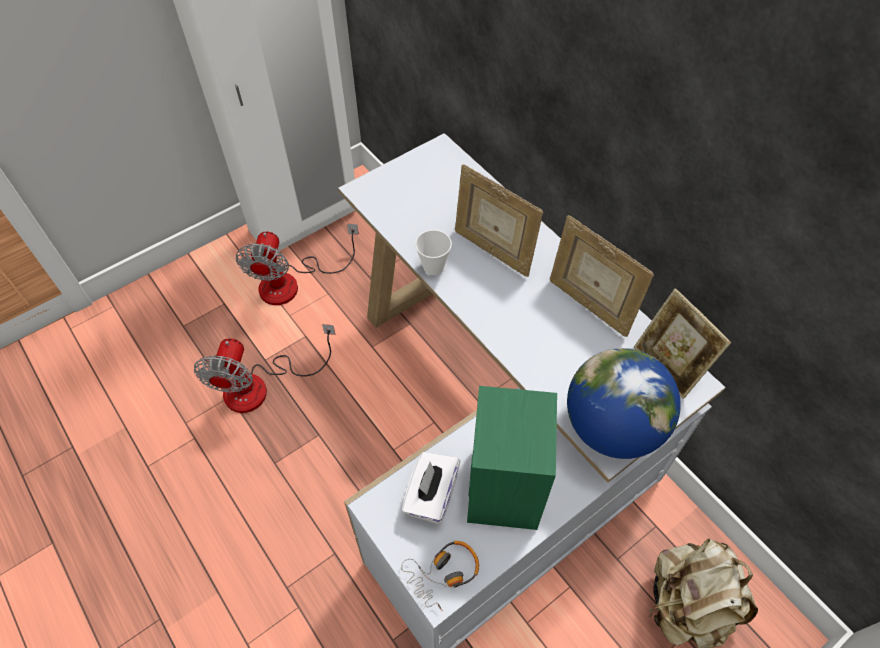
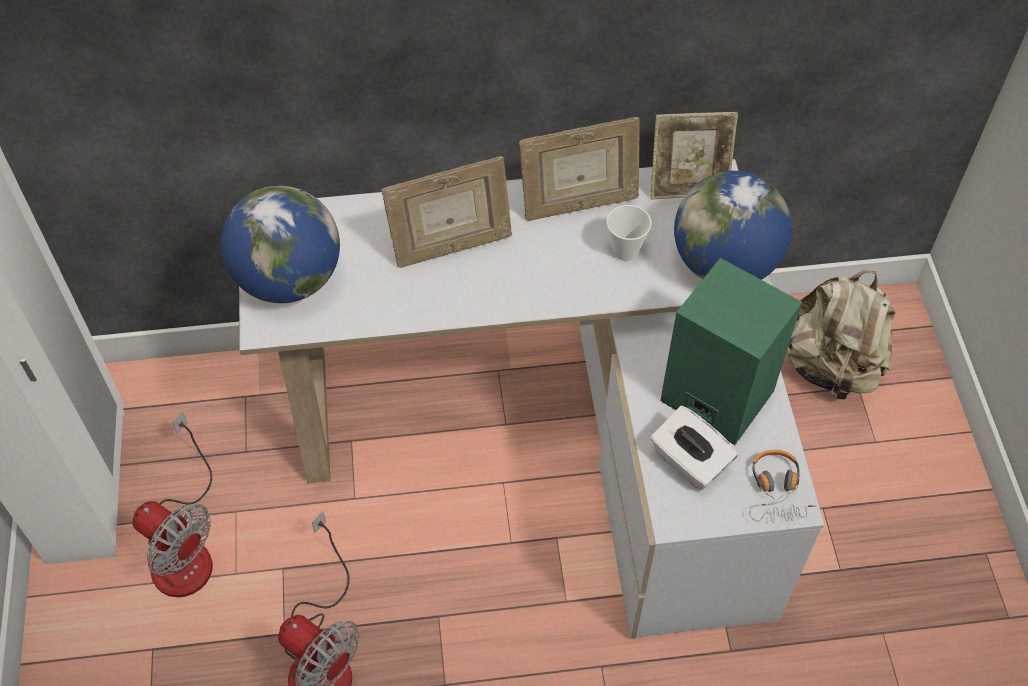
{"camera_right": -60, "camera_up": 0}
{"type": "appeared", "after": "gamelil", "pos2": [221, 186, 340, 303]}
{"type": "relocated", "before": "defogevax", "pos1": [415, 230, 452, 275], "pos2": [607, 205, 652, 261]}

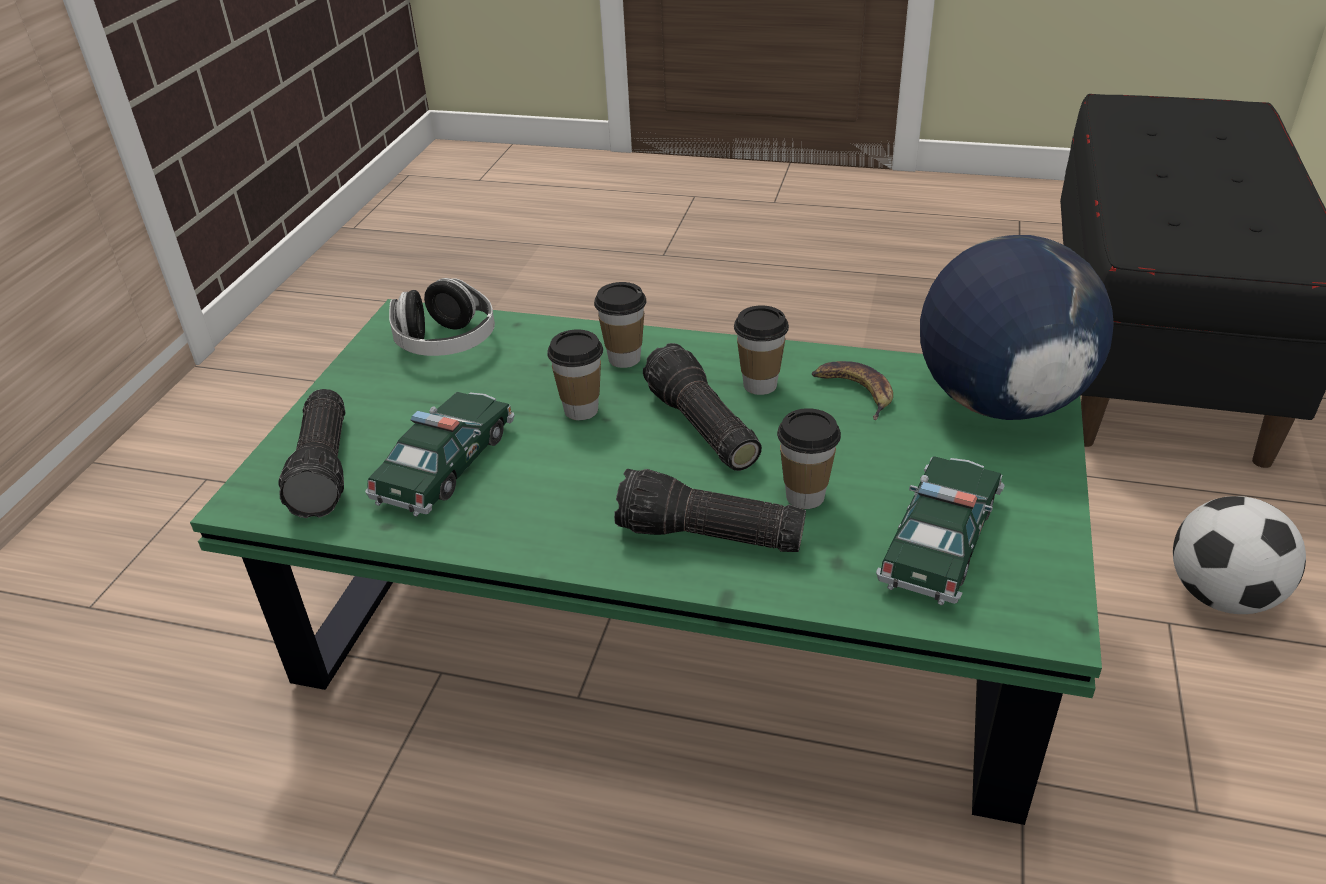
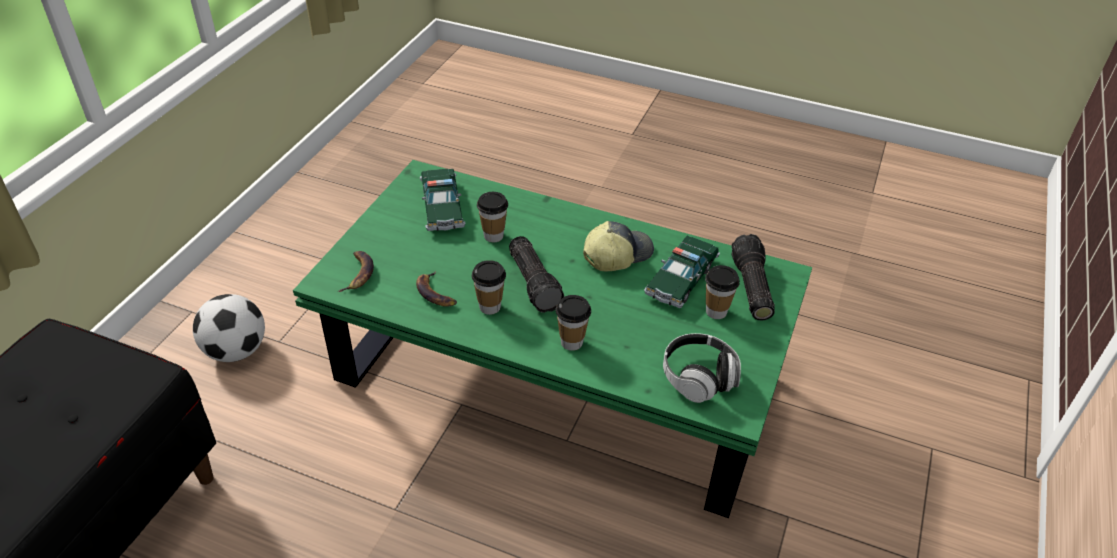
{"camera_right": -175, "camera_up": 5}
{"type": "missing", "before": "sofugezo", "pos1": [614, 469, 806, 552]}
{"type": "appeared", "after": "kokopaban", "pos2": [583, 221, 654, 271]}
{"type": "relocated", "before": "defogevax", "pos1": [547, 330, 603, 420], "pos2": [705, 265, 740, 319]}
{"type": "exchanged", "before": "gamelil", "after": "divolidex", "pos1": [920, 235, 1114, 420], "pos2": [338, 251, 374, 292]}
{"type": "spun", "before": "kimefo", "pos1": [876, 456, 1005, 605], "pos2": [420, 169, 465, 231], "turn": -45}

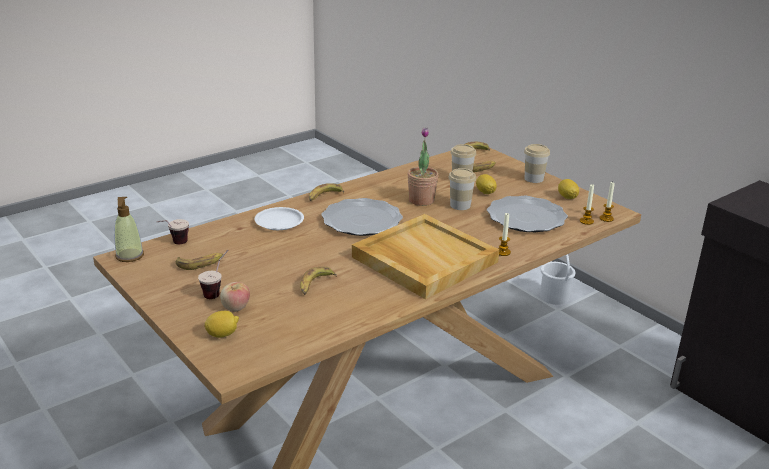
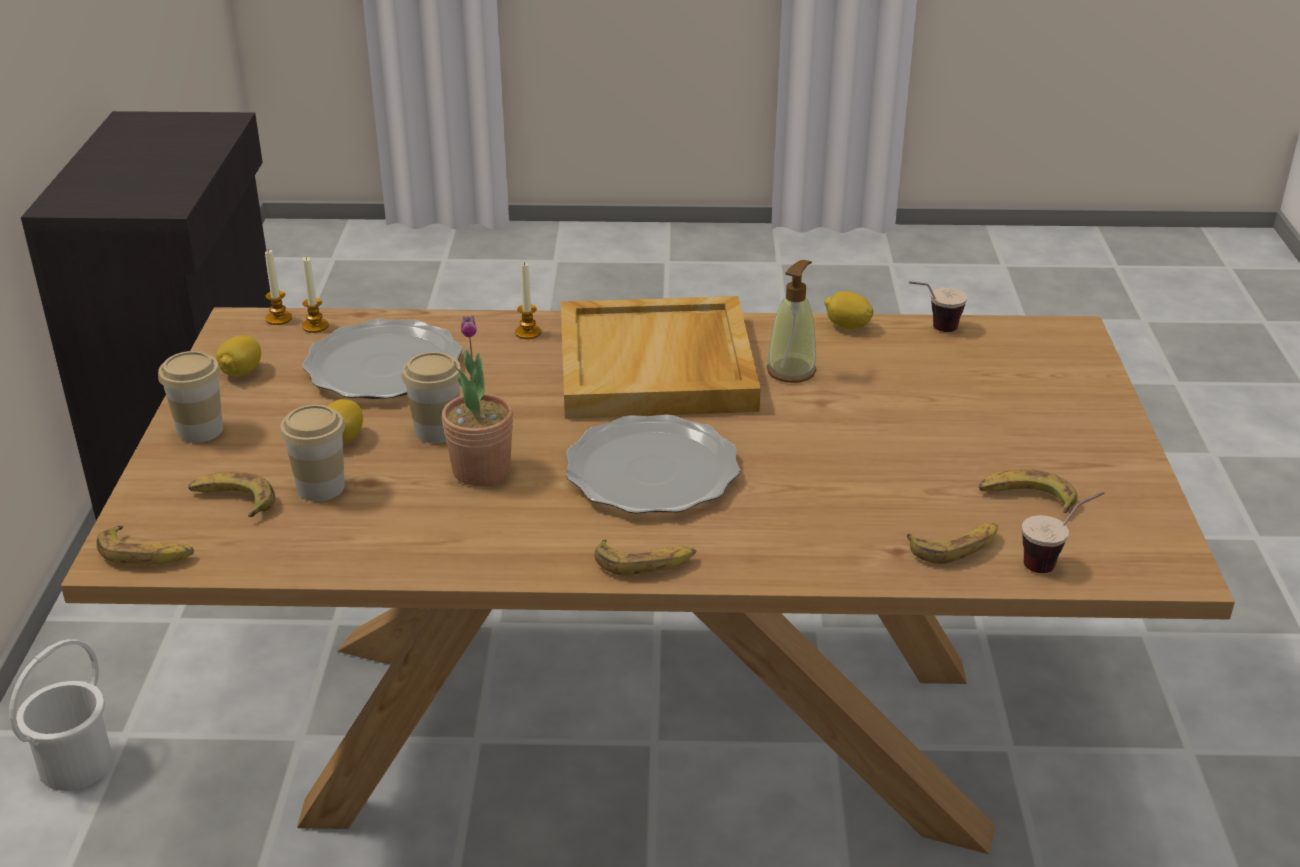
{"camera_right": -140, "camera_up": 5}
{"type": "missing", "before": "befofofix", "pos1": [220, 282, 250, 312]}
{"type": "missing", "before": "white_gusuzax", "pos1": [255, 207, 304, 230]}
{"type": "relocated", "before": "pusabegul", "pos1": [114, 197, 144, 262], "pos2": [767, 260, 817, 383]}
{"type": "relocated", "before": "defogevax", "pos1": [198, 250, 229, 299], "pos2": [909, 281, 967, 332]}
{"type": "relocated", "before": "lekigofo", "pos1": [204, 311, 239, 338], "pos2": [824, 291, 873, 330]}
{"type": "relocated", "before": "divolidex", "pos1": [300, 267, 337, 295], "pos2": [907, 523, 998, 564]}

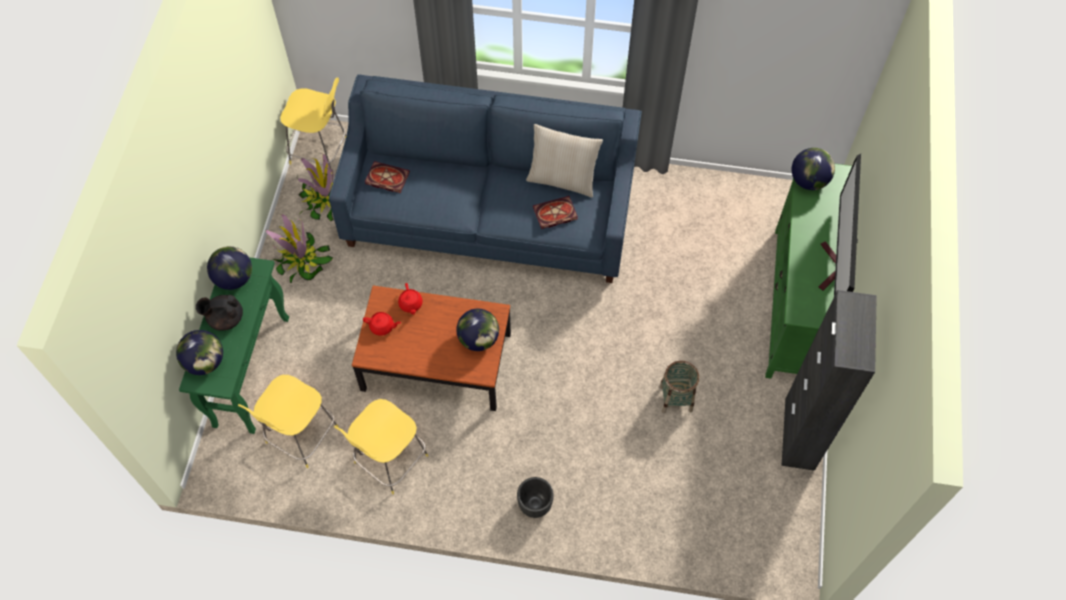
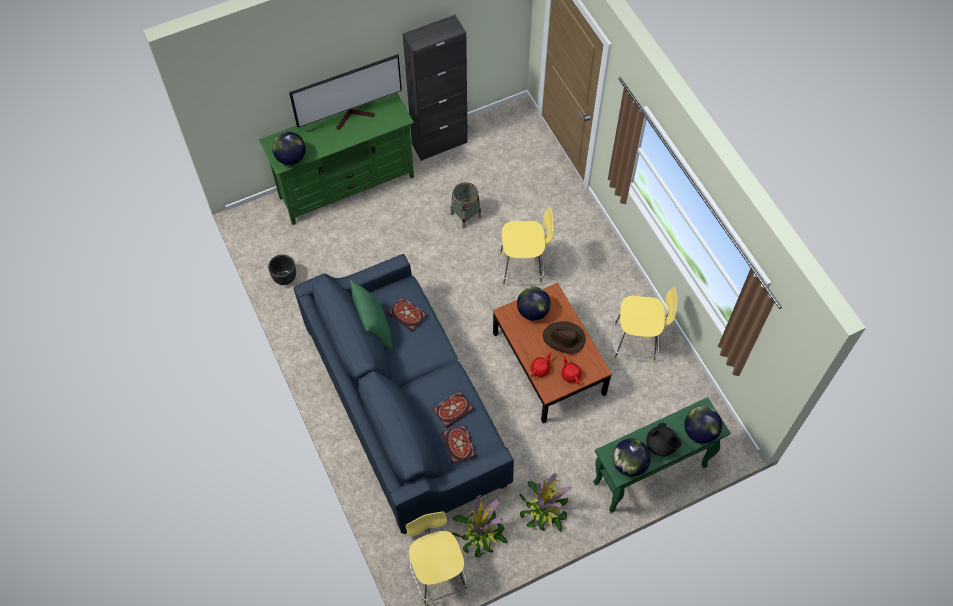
{"camera_right": -125, "camera_up": 0}
{"type": "appeared", "after": "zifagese", "pos2": [433, 391, 474, 428]}
{"type": "appeared", "after": "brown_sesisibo", "pos2": [543, 321, 585, 354]}
{"type": "relocated", "before": "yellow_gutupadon", "pos1": [238, 375, 339, 468], "pos2": [498, 206, 553, 287]}
{"type": "relocated", "before": "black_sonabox", "pos1": [517, 477, 554, 518], "pos2": [268, 254, 296, 285]}
{"type": "colour", "before": "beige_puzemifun", "after": "green_puzemifun", "pos1": [526, 124, 603, 198], "pos2": [350, 280, 393, 350]}

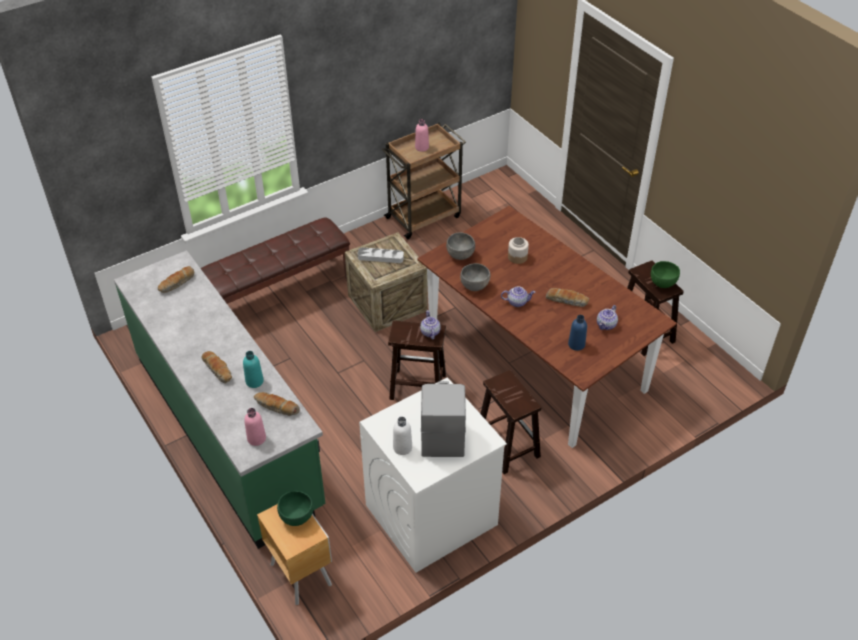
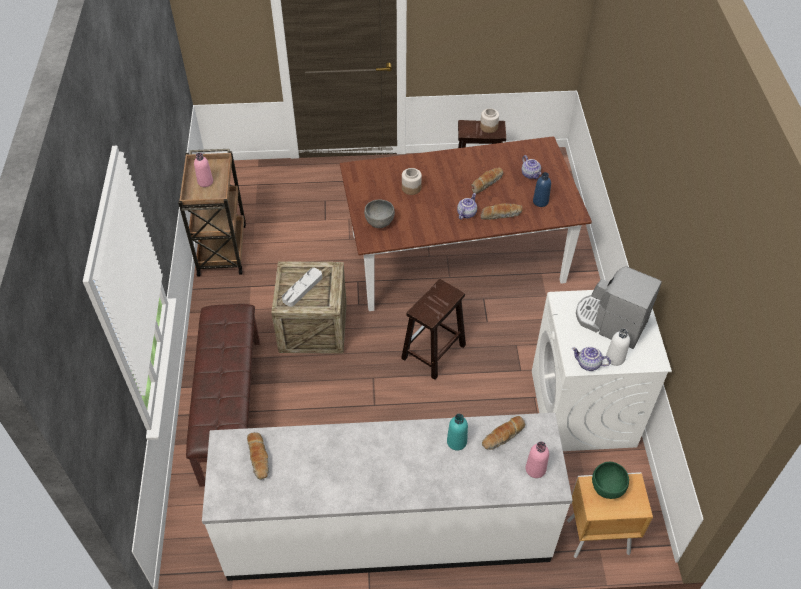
{"camera_right": -60, "camera_up": 5}
{"type": "missing", "before": "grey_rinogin", "pos1": [460, 263, 490, 291]}
{"type": "missing", "before": "brown_gutupadon", "pos1": [480, 370, 541, 474]}
{"type": "relocated", "before": "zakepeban", "pos1": [202, 351, 232, 383], "pos2": [481, 203, 522, 220]}
{"type": "relocated", "before": "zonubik", "pos1": [420, 310, 441, 340], "pos2": [572, 347, 611, 371]}
{"type": "exchanged", "before": "green_rinogin", "after": "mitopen", "pos1": [651, 261, 680, 288], "pos2": [480, 108, 499, 133]}
{"type": "colour", "before": "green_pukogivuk", "after": "white_pukogivuk", "pos1": [114, 250, 325, 549], "pos2": [202, 413, 573, 581]}

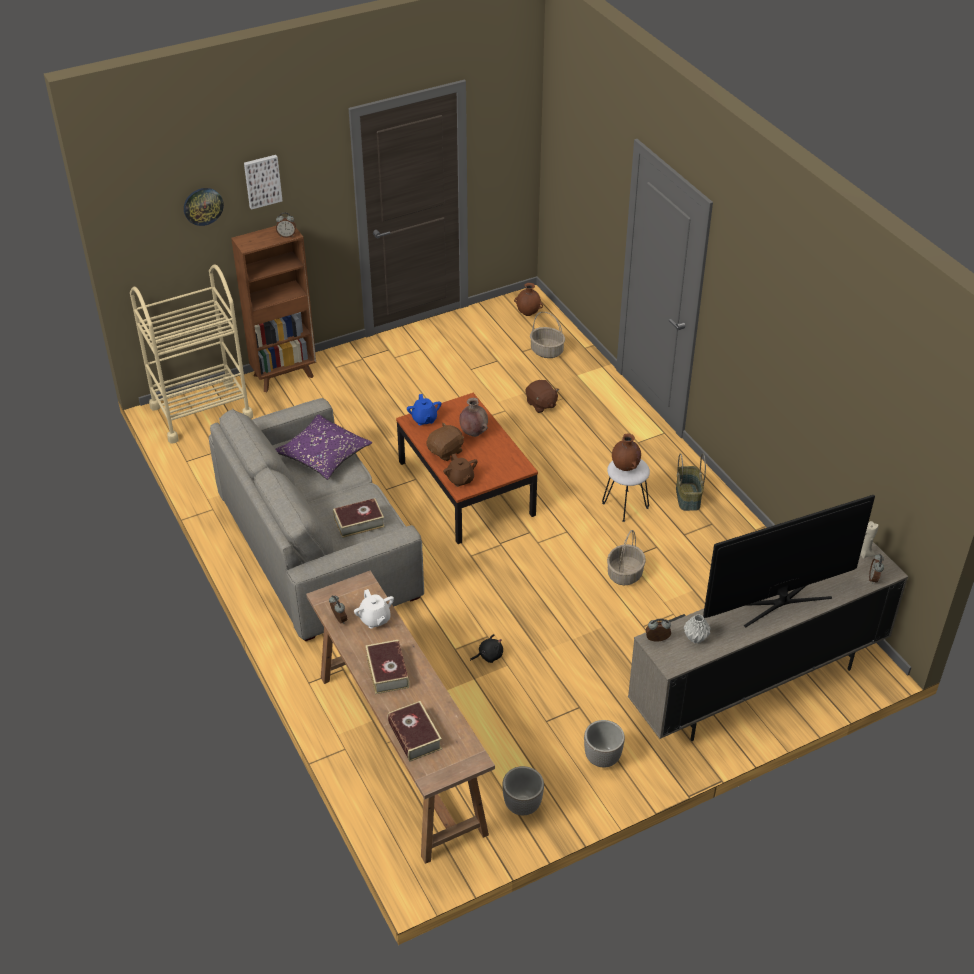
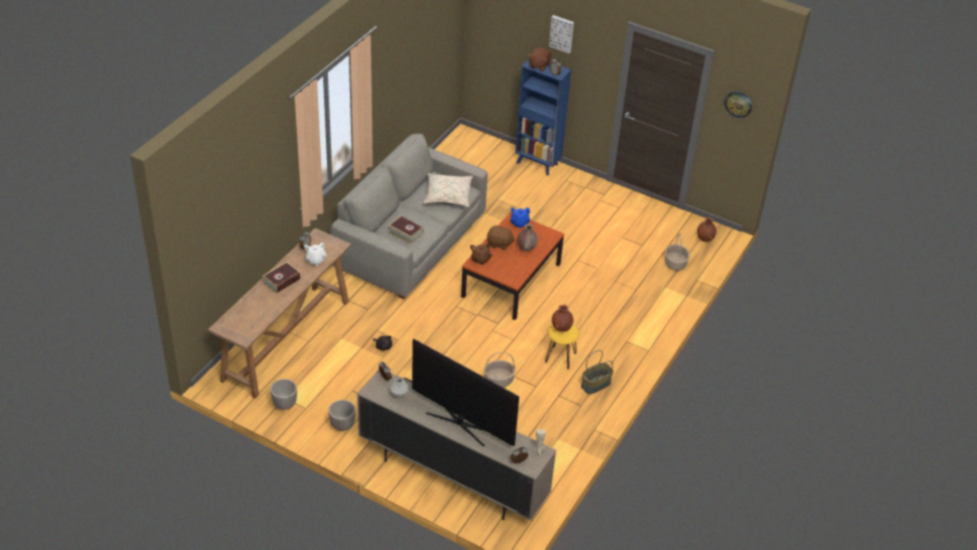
{"camera_right": 55, "camera_up": 0}
{"type": "missing", "before": "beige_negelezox", "pos1": [130, 264, 253, 444]}
{"type": "missing", "before": "zifagese", "pos1": [388, 701, 442, 762]}
{"type": "relocated", "before": "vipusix", "pos1": [184, 188, 224, 226], "pos2": [724, 91, 752, 118]}
{"type": "relocated", "before": "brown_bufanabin", "pos1": [526, 380, 559, 413], "pos2": [528, 48, 551, 71]}
{"type": "colour", "before": "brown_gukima", "after": "blue_gukima", "pos1": [231, 226, 316, 392], "pos2": [515, 59, 571, 175]}
{"type": "colour", "before": "purple_puzemifun", "after": "beige_puzemifun", "pos1": [275, 414, 372, 480], "pos2": [423, 173, 473, 207]}
{"type": "colour", "before": "white_gutupadon", "after": "yellow_gutupadon", "pos1": [602, 459, 650, 522], "pos2": [545, 324, 579, 370]}

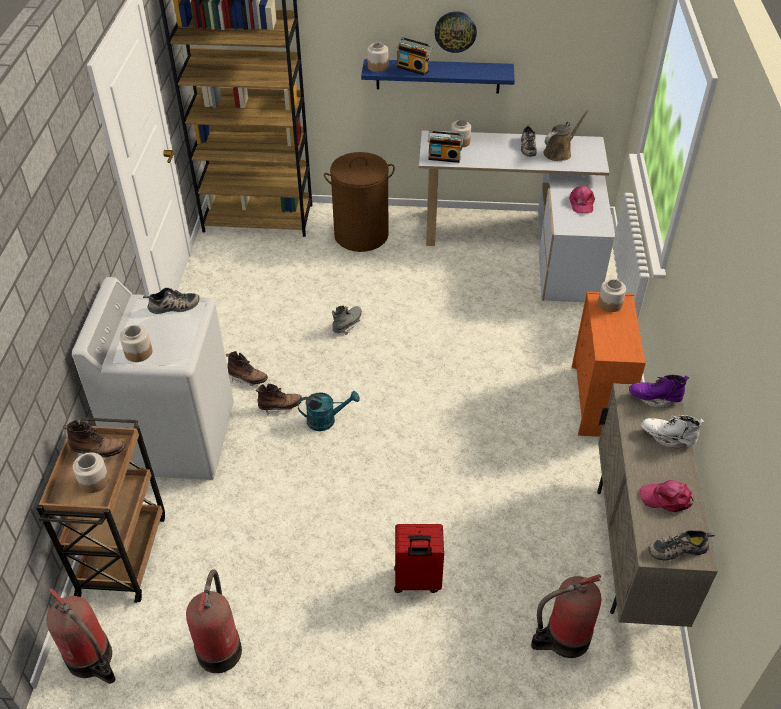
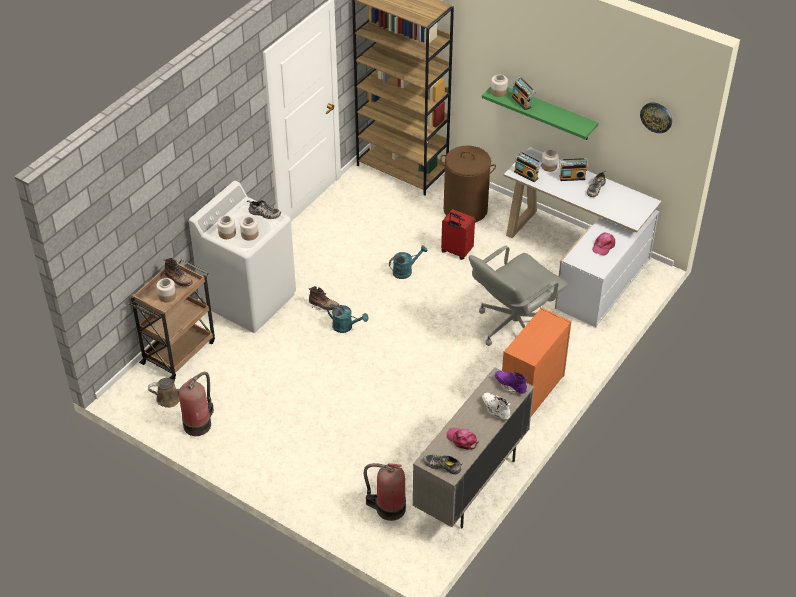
{"camera_right": 30, "camera_up": 0}
{"type": "missing", "before": "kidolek", "pos1": [46, 588, 115, 684]}
{"type": "missing", "before": "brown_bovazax", "pos1": [226, 351, 268, 386]}
{"type": "appeared", "after": "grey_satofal", "pos2": [469, 245, 568, 346]}
{"type": "appeared", "after": "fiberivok", "pos2": [559, 158, 588, 181]}
{"type": "relocated", "before": "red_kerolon", "pos1": [394, 524, 444, 593], "pos2": [441, 209, 475, 260]}
{"type": "relocated", "before": "vipusix", "pos1": [435, 11, 477, 53], "pos2": [640, 102, 672, 133]}
{"type": "relocated", "before": "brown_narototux", "pos1": [544, 110, 590, 161], "pos2": [148, 375, 197, 408]}
{"type": "relocated", "before": "mitopen", "pos1": [598, 279, 626, 312], "pos2": [240, 217, 259, 240]}
{"type": "exchanged", "before": "grey_bovazax", "after": "turquoise_narototux", "pos1": [332, 305, 362, 335], "pos2": [389, 245, 428, 279]}
{"type": "colour", "before": "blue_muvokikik", "after": "green_muvokikik", "pos1": [361, 59, 515, 93], "pos2": [482, 87, 598, 140]}

